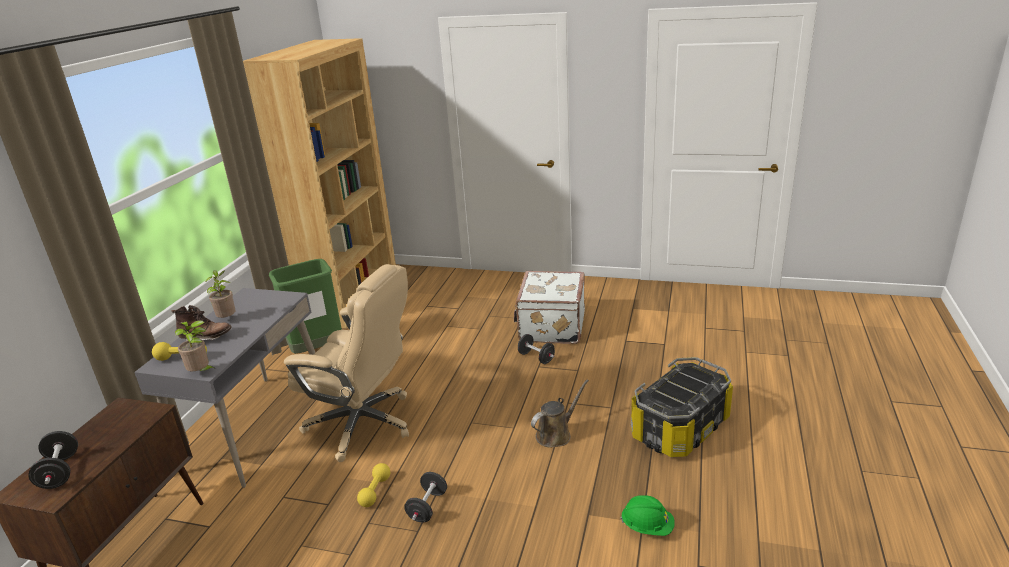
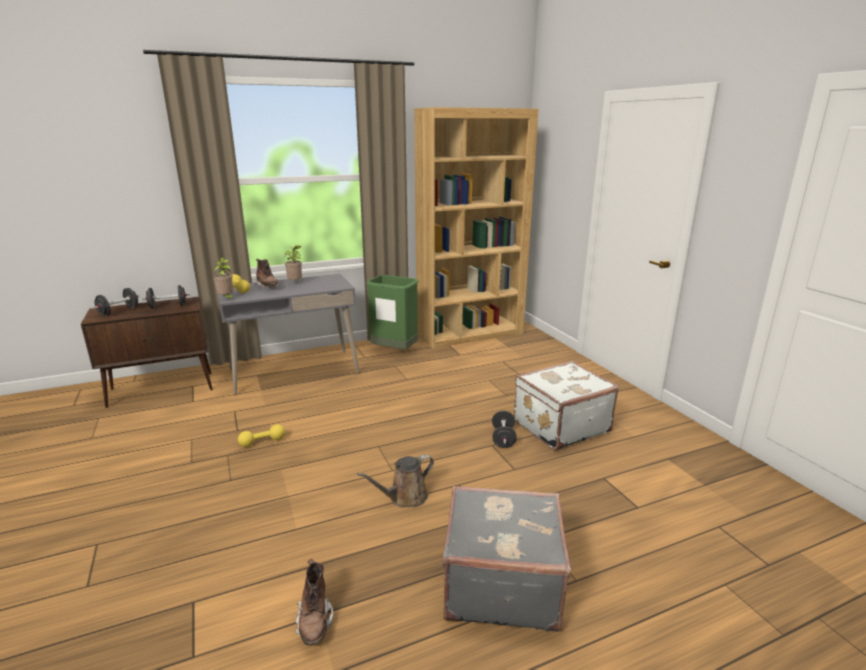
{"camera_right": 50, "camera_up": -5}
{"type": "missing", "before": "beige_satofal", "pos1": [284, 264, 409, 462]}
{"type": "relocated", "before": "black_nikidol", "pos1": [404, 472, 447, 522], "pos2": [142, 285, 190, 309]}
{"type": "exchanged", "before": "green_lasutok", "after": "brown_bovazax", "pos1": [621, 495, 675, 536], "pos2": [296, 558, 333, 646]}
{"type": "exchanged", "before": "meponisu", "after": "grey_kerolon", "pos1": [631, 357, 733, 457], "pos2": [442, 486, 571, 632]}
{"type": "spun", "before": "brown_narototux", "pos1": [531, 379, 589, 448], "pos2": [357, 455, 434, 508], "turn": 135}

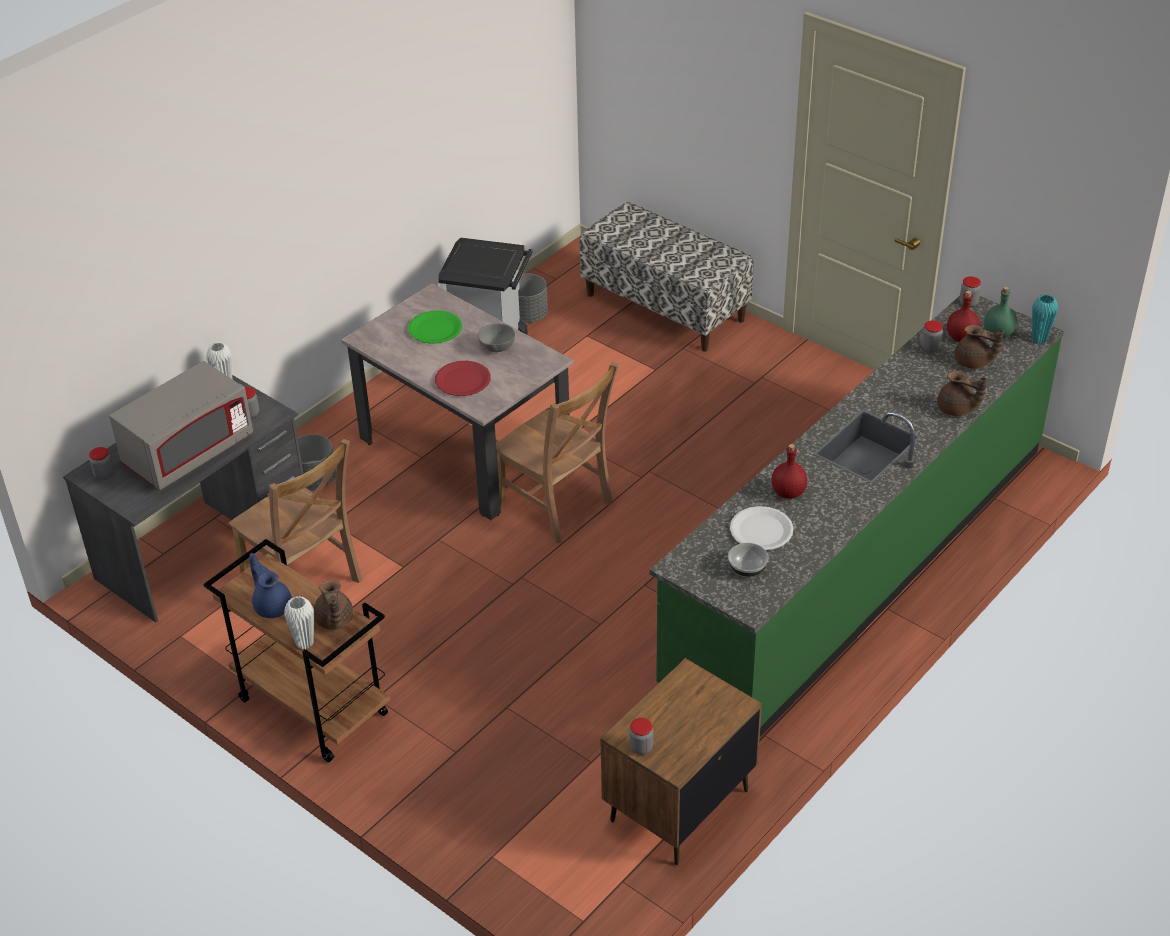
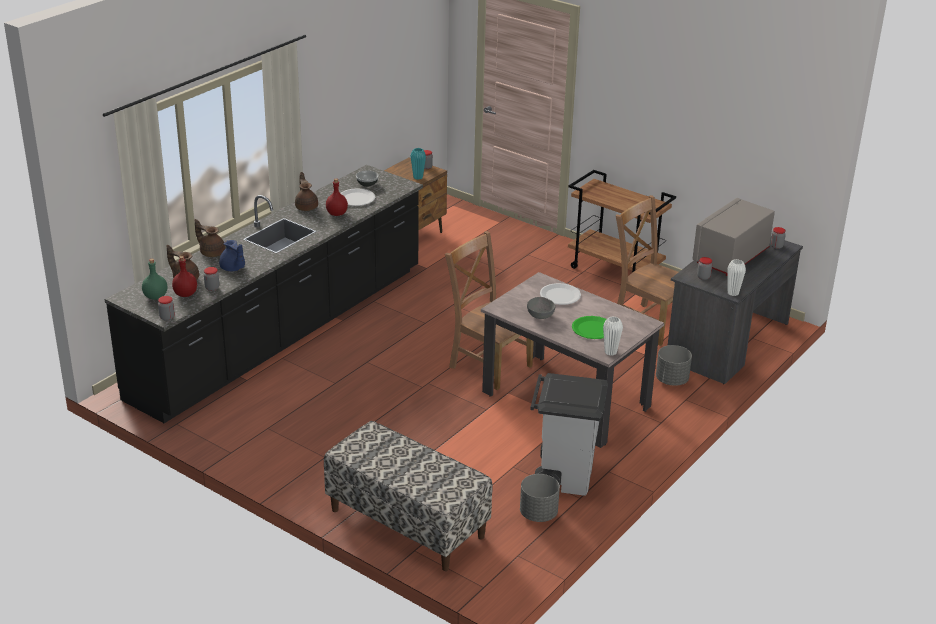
{"camera_right": 175, "camera_up": -10}
{"type": "relocated", "before": "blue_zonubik", "pos1": [249, 553, 292, 618], "pos2": [219, 240, 245, 271]}
{"type": "relocated", "before": "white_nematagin", "pos1": [284, 596, 314, 649], "pos2": [603, 316, 623, 356]}
{"type": "relocated", "before": "brown_zonubik", "pos1": [314, 580, 353, 630], "pos2": [295, 172, 318, 211]}
{"type": "relocated", "before": "turquoise_nematagin", "pos1": [1032, 294, 1058, 344], "pos2": [411, 148, 426, 180]}
{"type": "colour", "before": "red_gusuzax", "after": "white_gusuzax", "pos1": [435, 361, 491, 396], "pos2": [540, 283, 581, 305]}
{"type": "colour", "before": "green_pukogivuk", "after": "black_pukogivuk", "pos1": [649, 296, 1064, 737], "pos2": [105, 165, 423, 423]}

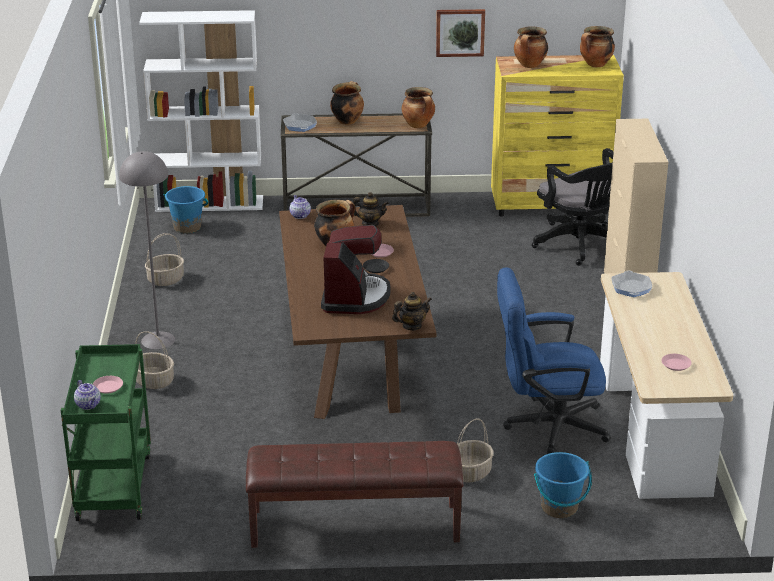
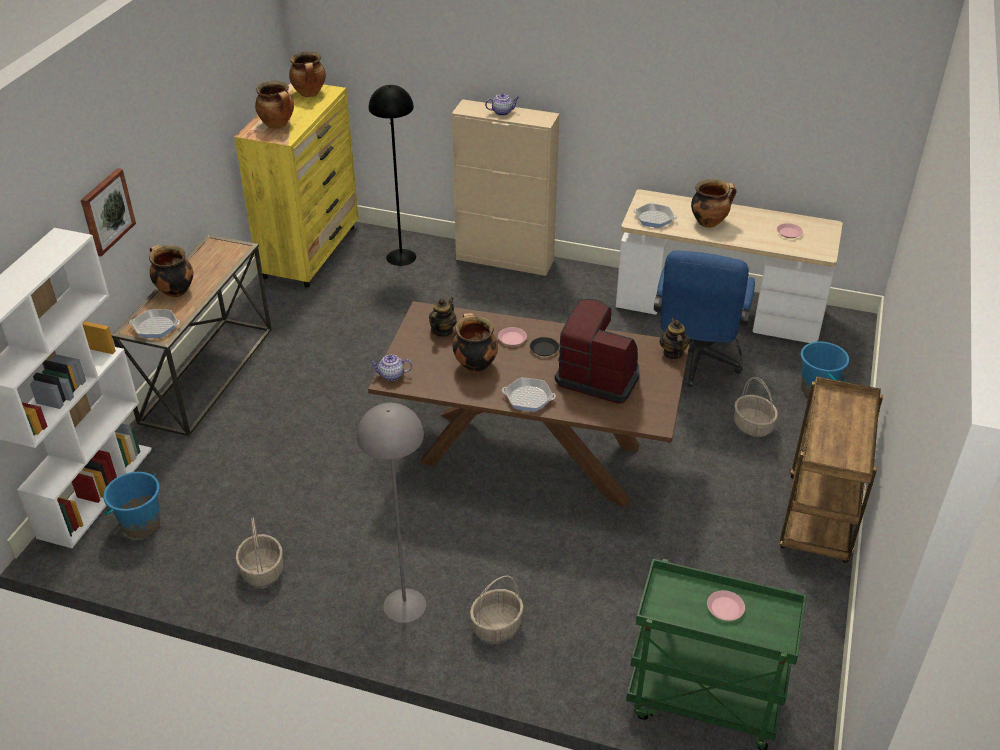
{"camera_right": -70, "camera_up": 10}
{"type": "appeared", "after": "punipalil", "pos2": [502, 378, 556, 412]}
{"type": "relocated", "before": "zonubik", "pos1": [74, 380, 101, 410], "pos2": [485, 93, 519, 116]}
{"type": "relocated", "before": "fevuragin", "pos1": [401, 87, 435, 128], "pos2": [691, 179, 737, 228]}
{"type": "relocated", "before": "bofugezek", "pos1": [436, 9, 485, 57], "pos2": [81, 168, 136, 256]}
{"type": "exchanged", "before": "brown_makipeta", "after": "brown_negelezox", "pos1": [246, 441, 463, 548], "pos2": [780, 376, 883, 563]}
{"type": "exchanged", "before": "black_satofal", "after": "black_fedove", "pos1": [532, 148, 614, 266], "pos2": [369, 85, 416, 266]}

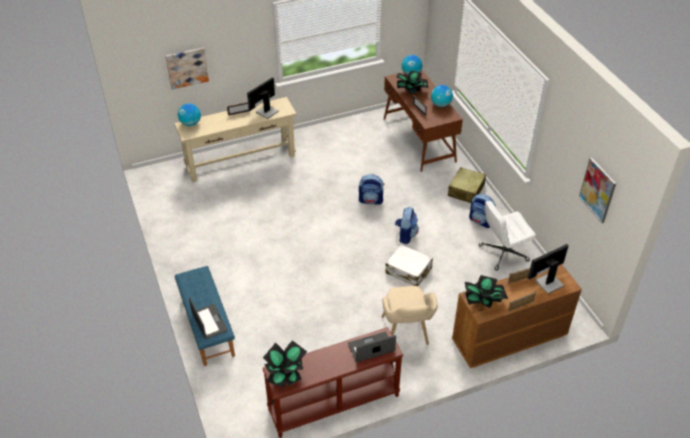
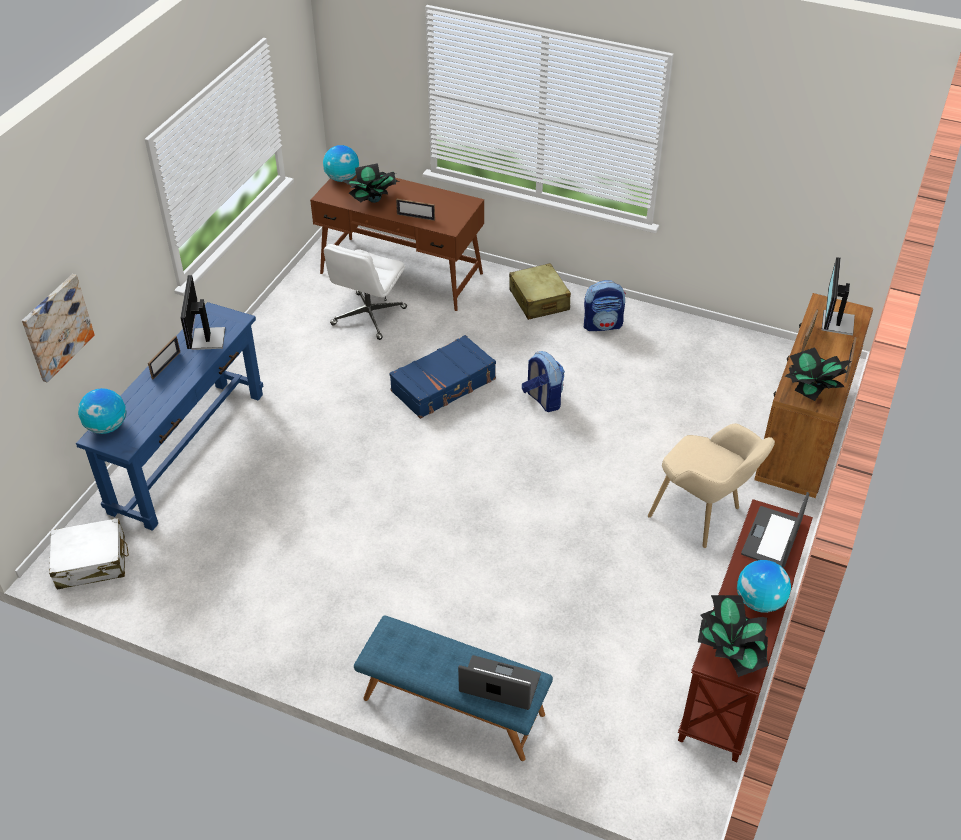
{"camera_right": -45, "camera_up": 0}
{"type": "missing", "before": "bofugezek", "pos1": [579, 158, 616, 223]}
{"type": "relocated", "before": "white_kerolon", "pos1": [386, 245, 433, 286], "pos2": [49, 518, 129, 590]}
{"type": "relocated", "before": "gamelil", "pos1": [431, 85, 453, 107], "pos2": [737, 560, 791, 613]}
{"type": "relocated", "before": "white_satofal", "pos1": [479, 201, 536, 271], "pos2": [324, 244, 407, 340]}
{"type": "exchanged", "before": "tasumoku", "after": "blue_kerolon", "pos1": [359, 174, 384, 205], "pos2": [390, 335, 496, 419]}
{"type": "colour", "before": "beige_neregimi", "after": "blue_neregimi", "pos1": [174, 97, 297, 182], "pos2": [76, 302, 263, 531]}

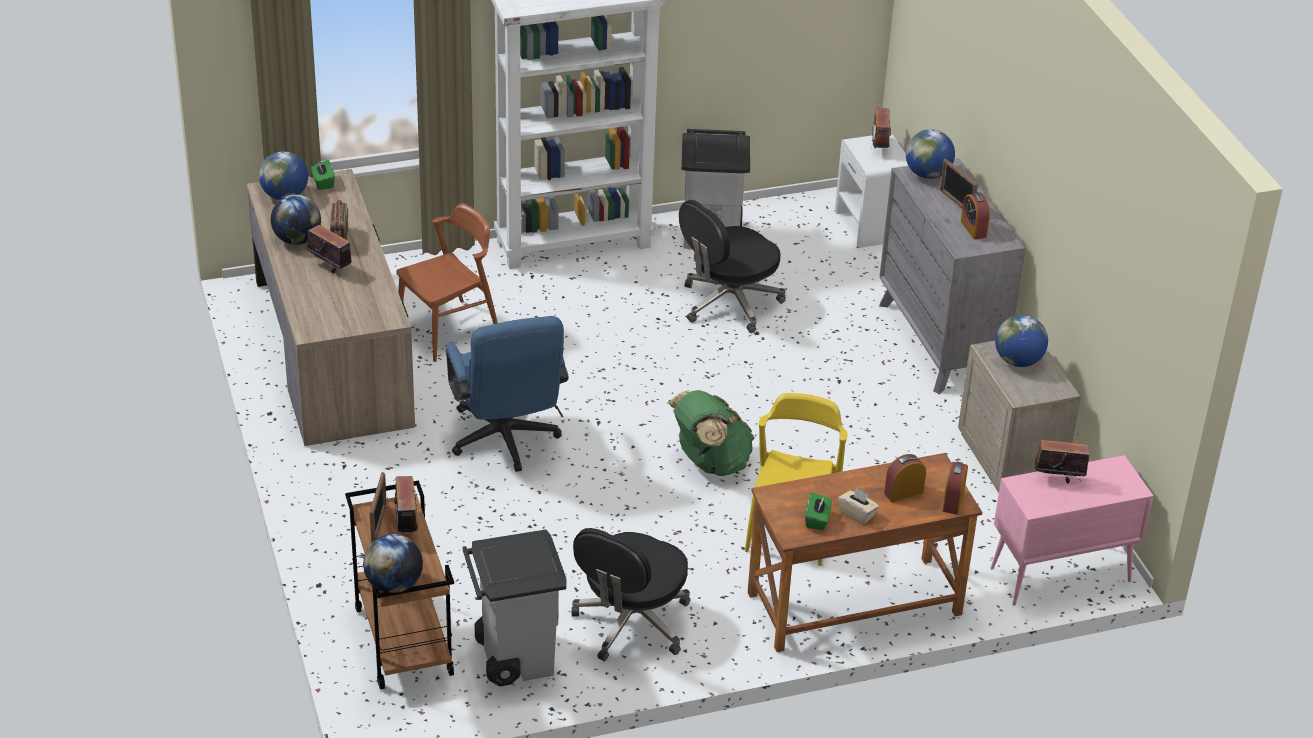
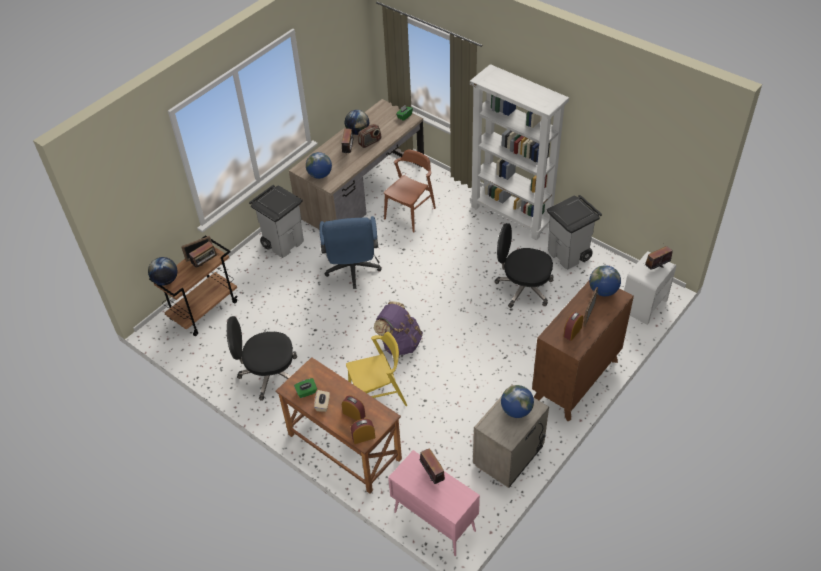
{"camera_right": 60, "camera_up": 10}
{"type": "relocated", "before": "gamelil", "pos1": [259, 151, 308, 200], "pos2": [306, 152, 332, 179]}
{"type": "relocated", "before": "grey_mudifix", "pos1": [462, 529, 567, 686], "pos2": [249, 185, 304, 258]}
{"type": "colour", "before": "green_tasumoku", "after": "purple_tasumoku", "pos1": [668, 390, 755, 476], "pos2": [374, 301, 423, 356]}
{"type": "colour", "before": "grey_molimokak", "after": "brown_molimokak", "pos1": [879, 158, 1026, 394], "pos2": [532, 281, 634, 421]}
{"type": "spun", "before": "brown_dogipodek", "pos1": [396, 203, 498, 362], "pos2": [384, 149, 436, 232], "turn": -75}
{"type": "spun", "before": "blue_satofal", "pos1": [446, 316, 569, 472], "pos2": [320, 216, 382, 289], "turn": -45}

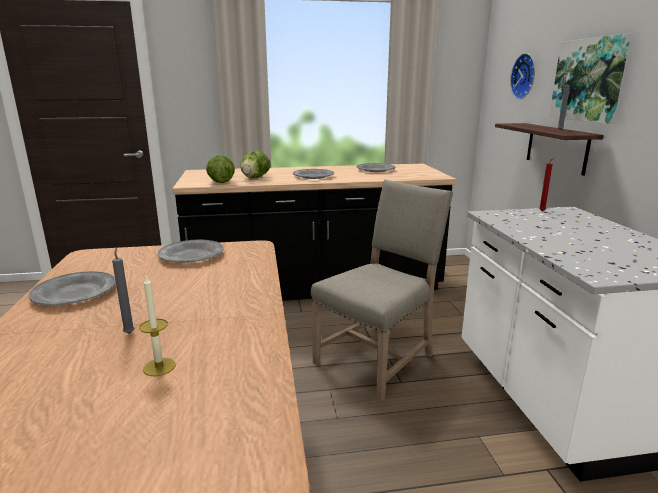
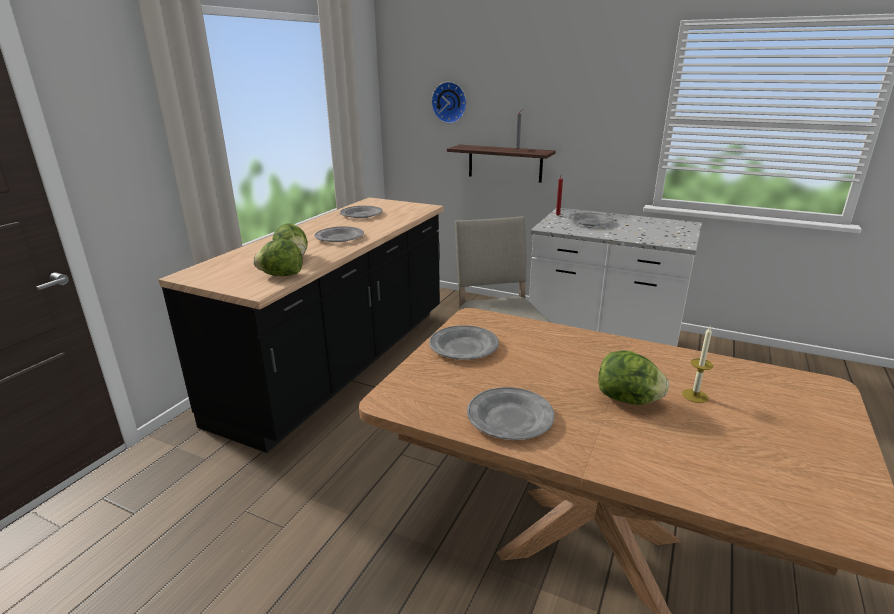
{"camera_right": -55, "camera_up": 5}
{"type": "missing", "before": "bofugezek", "pos1": [549, 34, 631, 124]}
{"type": "appeared", "after": "grey_gusuzax", "pos2": [568, 212, 614, 226]}
{"type": "exchanged", "before": "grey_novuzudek", "after": "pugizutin", "pos1": [112, 248, 135, 334], "pos2": [598, 350, 669, 405]}

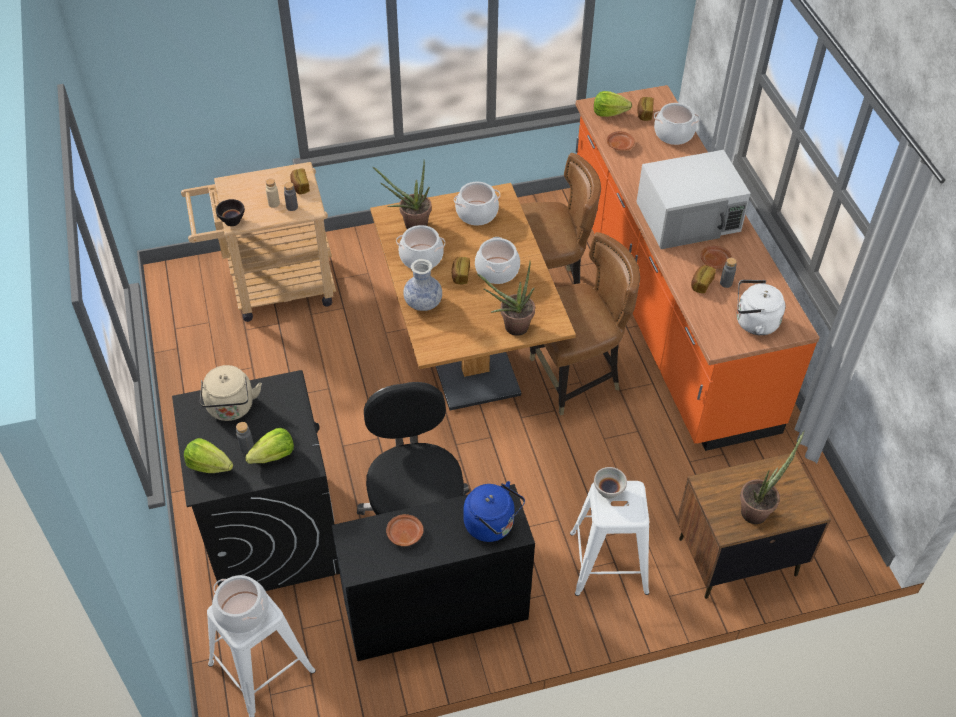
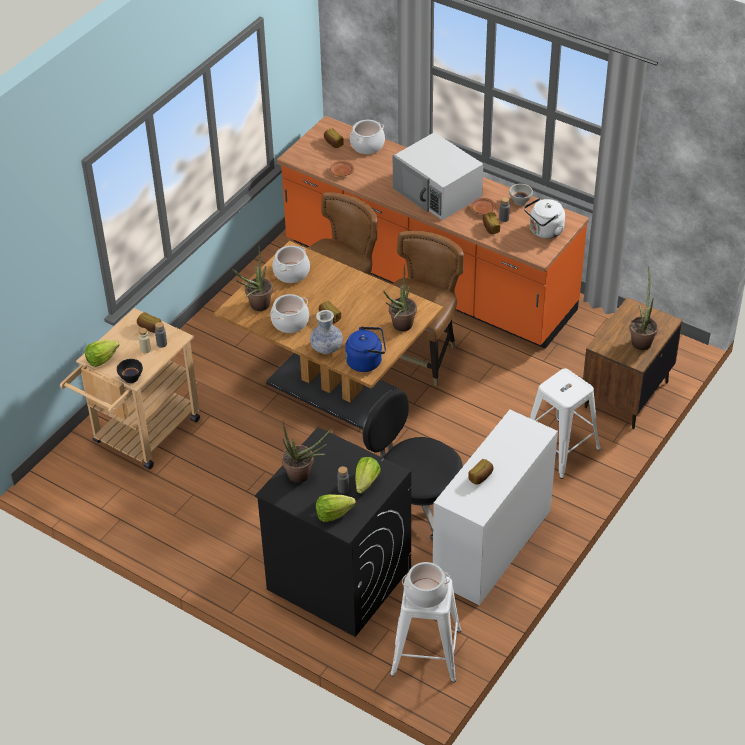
{"camera_right": -40, "camera_up": -5}
{"type": "missing", "before": "fevuragin", "pos1": [475, 237, 520, 284]}
{"type": "relocated", "before": "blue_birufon", "pos1": [463, 481, 525, 542], "pos2": [345, 327, 386, 372]}
{"type": "relocated", "before": "pugizutin", "pos1": [594, 91, 632, 117], "pos2": [85, 340, 120, 367]}
{"type": "relocated", "before": "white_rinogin", "pos1": [594, 467, 627, 499], "pos2": [509, 184, 533, 206]}
{"type": "exchanged", "before": "beige_birufon", "after": "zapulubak", "pos1": [200, 365, 262, 421], "pos2": [282, 421, 333, 483]}
{"type": "exchanged", "before": "brown_gusuzax", "after": "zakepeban", "pos1": [386, 514, 424, 546], "pos2": [468, 459, 493, 485]}
{"type": "colour", "before": "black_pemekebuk", "after": "white_pemekebuk", "pos1": [332, 484, 535, 661], "pos2": [433, 410, 558, 605]}
{"type": "spun", "before": "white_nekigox", "pos1": [637, 150, 751, 249], "pos2": [393, 132, 483, 220], "turn": 105}

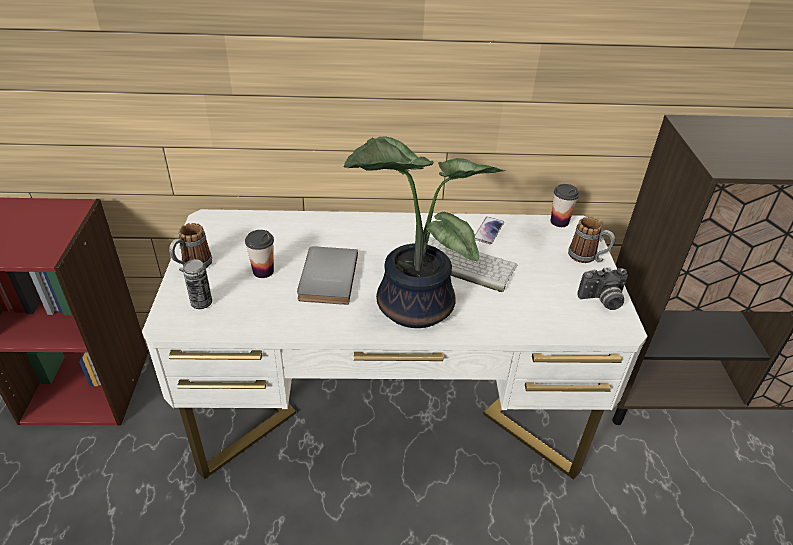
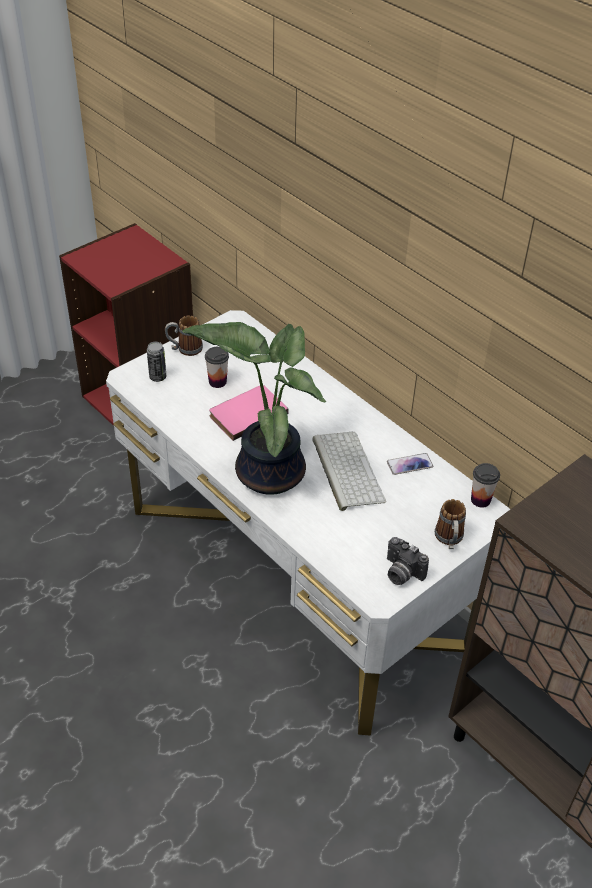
{"camera_right": 50, "camera_up": 5}
{"type": "colour", "before": "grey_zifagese", "after": "pink_zifagese", "pos1": [297, 246, 358, 305], "pos2": [209, 385, 289, 441]}

